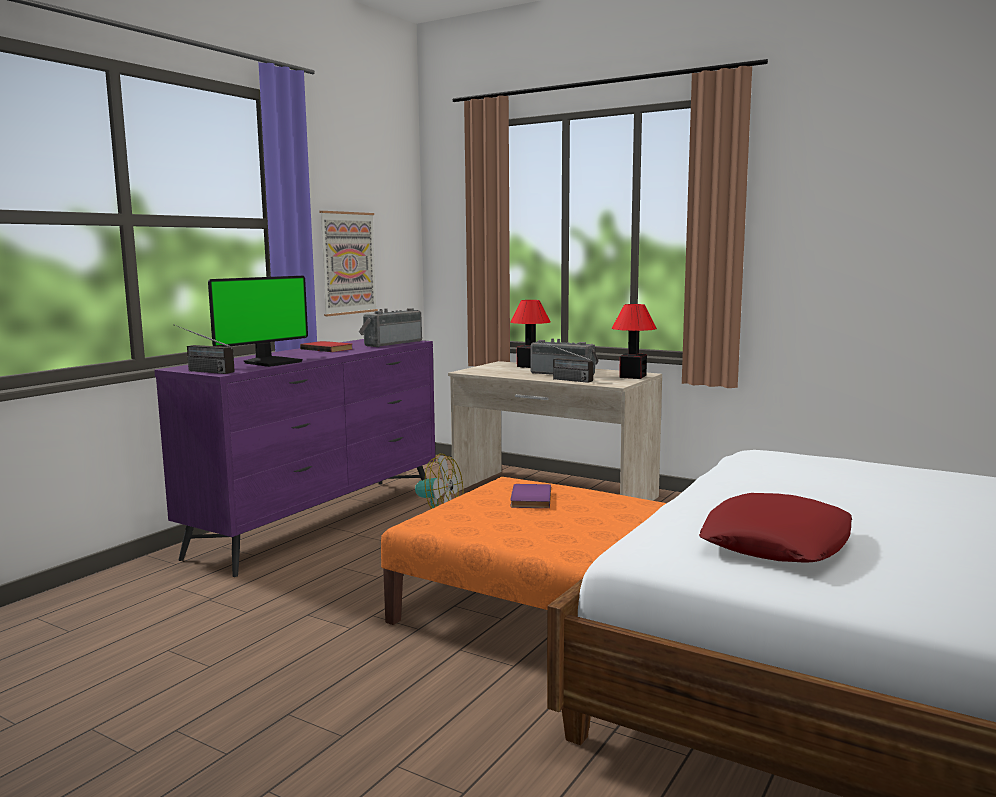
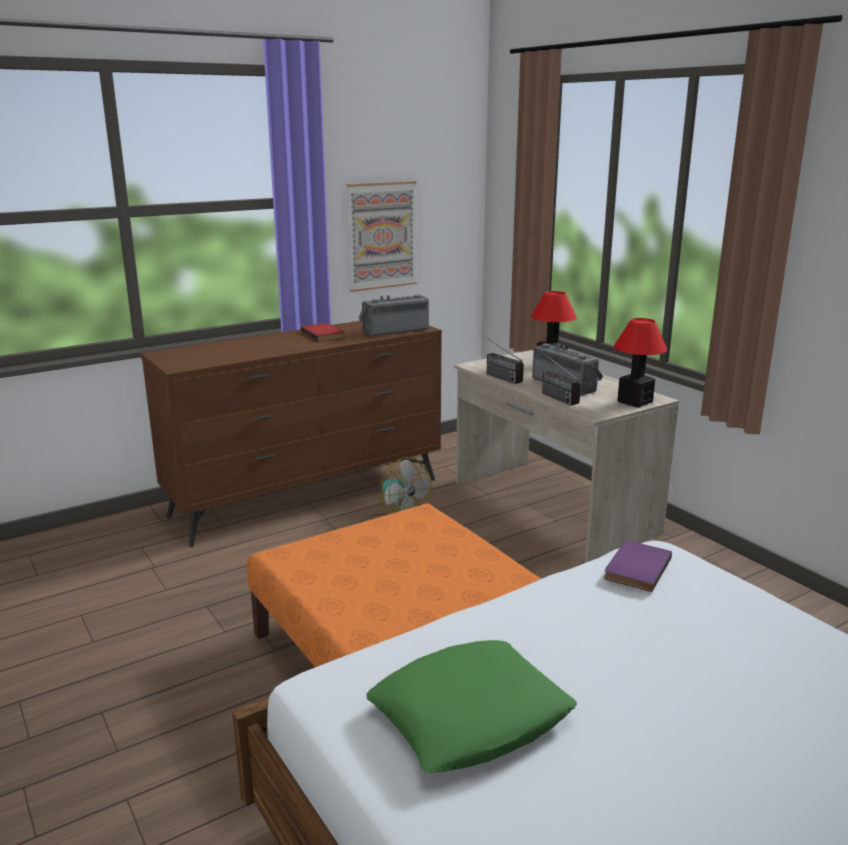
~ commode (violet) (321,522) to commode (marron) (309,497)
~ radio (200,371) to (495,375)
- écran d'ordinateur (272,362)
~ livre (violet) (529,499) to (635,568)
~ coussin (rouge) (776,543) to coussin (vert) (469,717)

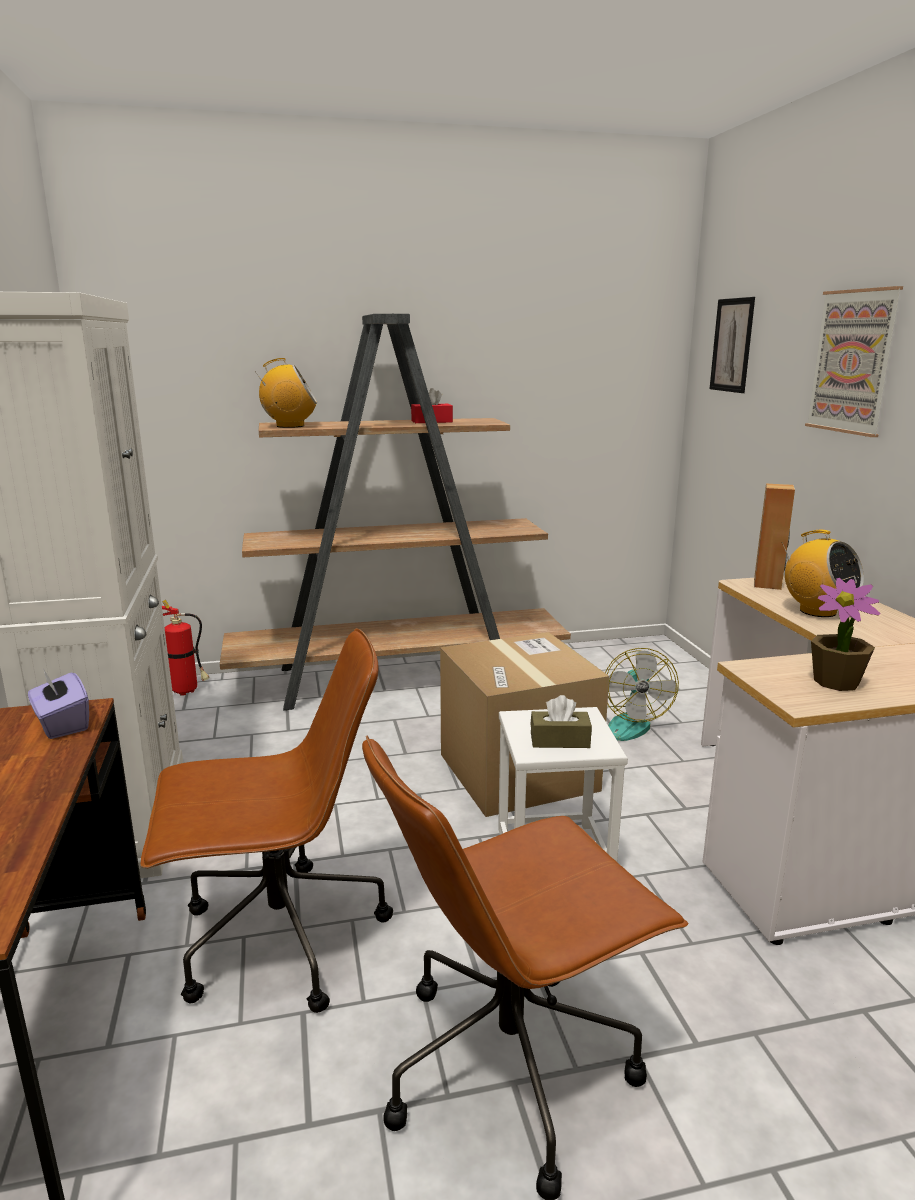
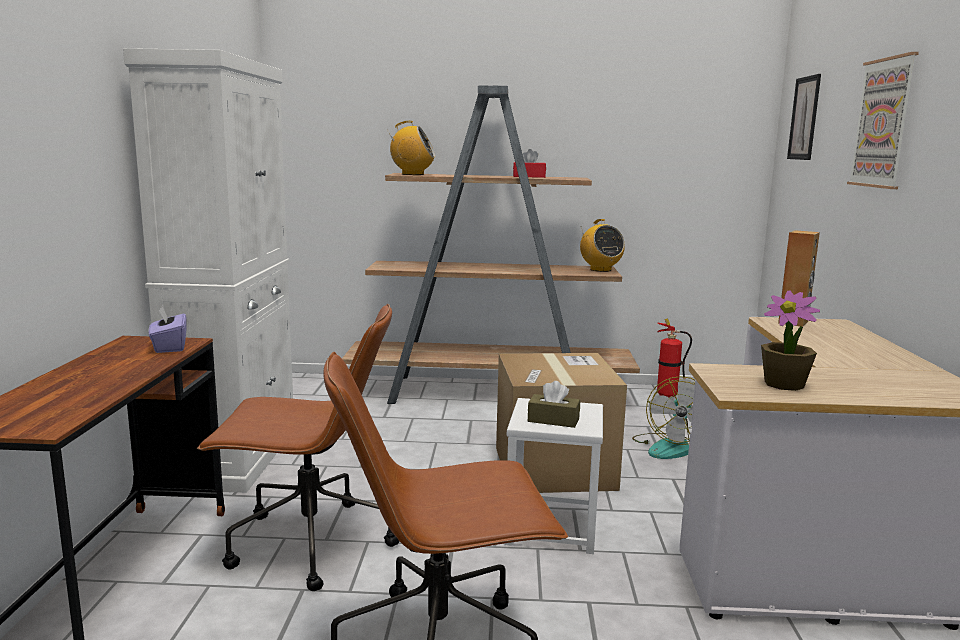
~ extincteur (188,692) to (669,396)
~ radio (817,611) to (600,269)

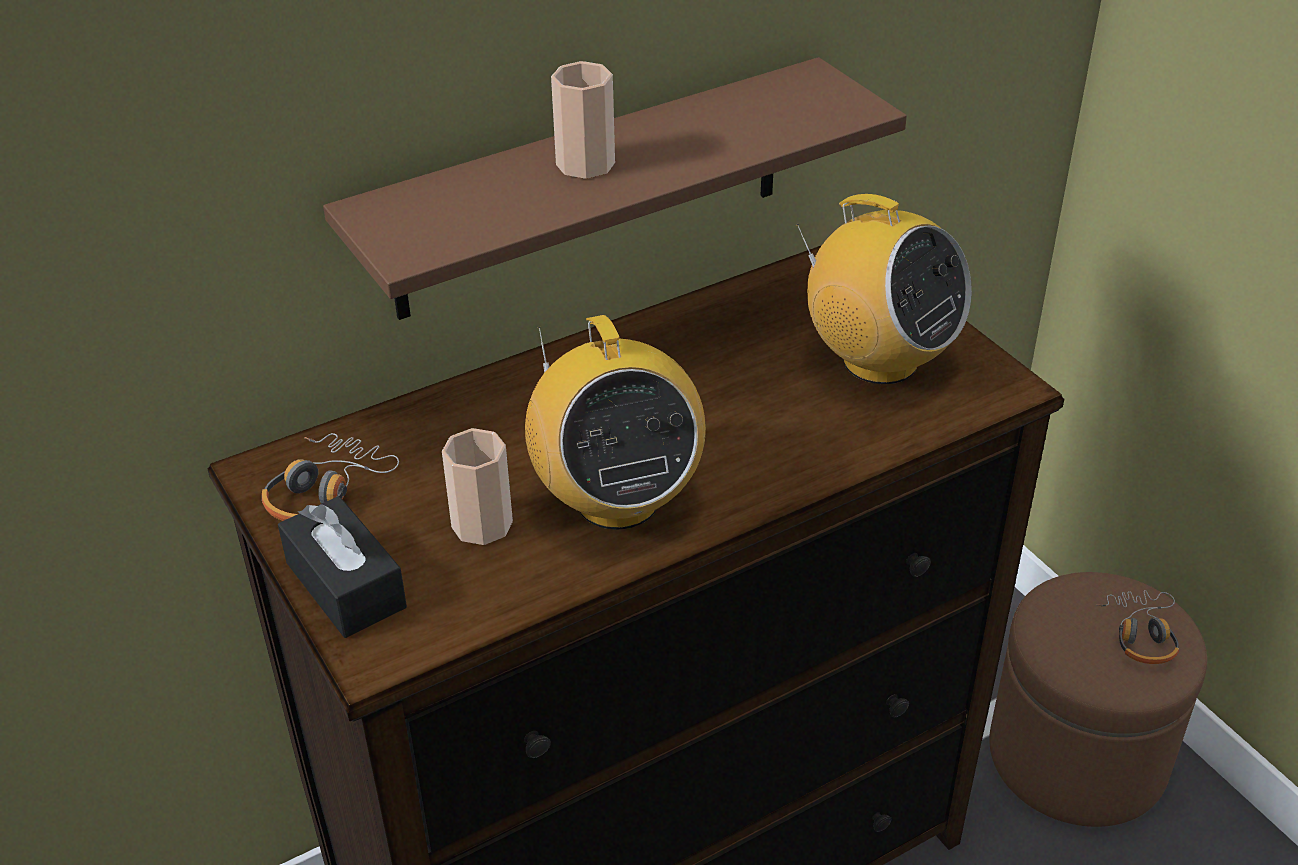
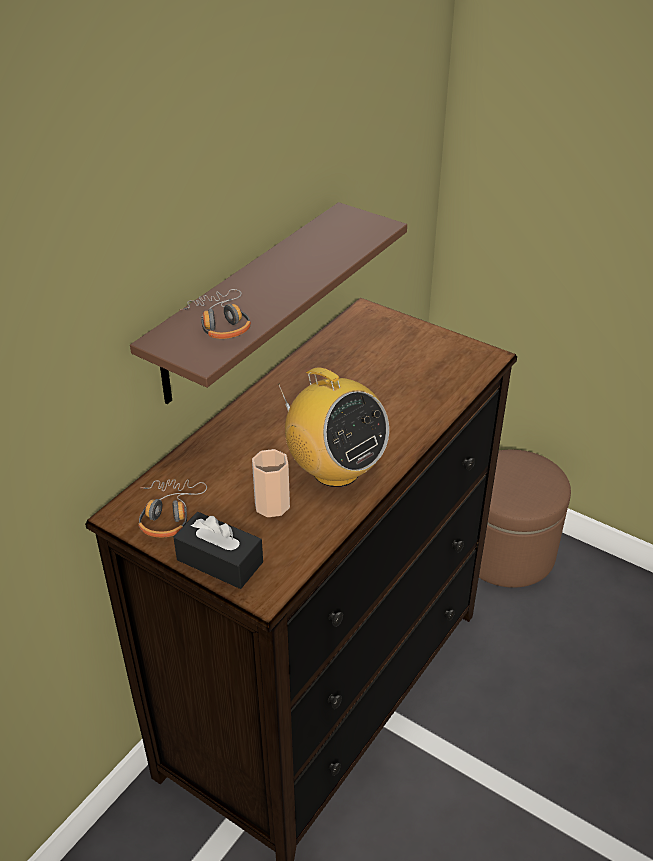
- tasse (585,164)
- radio (878,361)
~ casque audio (1141,634) to (220,322)

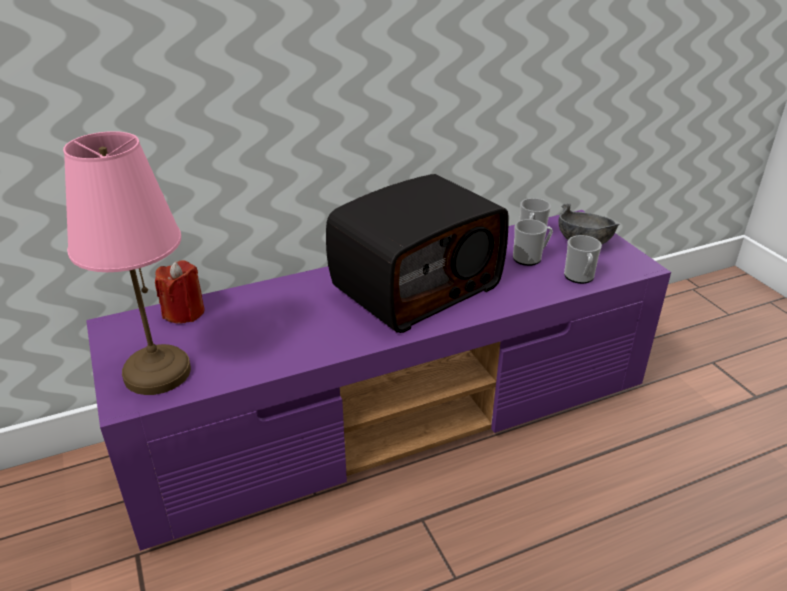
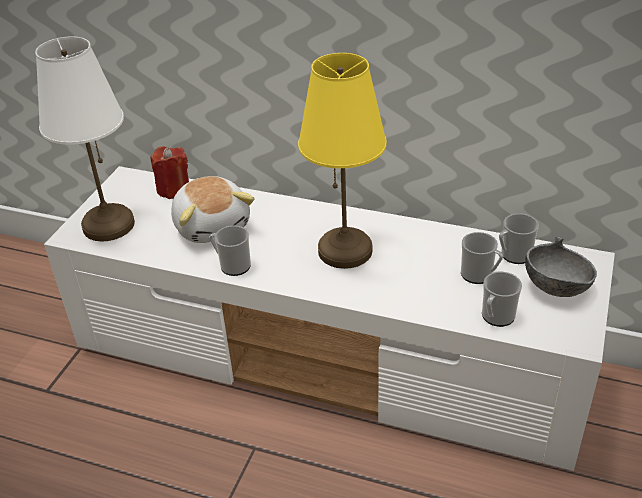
~ lampe de table (rose) (157,374) to lampe de table (blanc) (108,226)
~ meuble télé (violet) (395,414) to meuble télé (blanc) (330,359)
~ radio (415,286) to lampe de table (jaune) (346,250)
+ peluche (212,225)
+ mug (232,265)

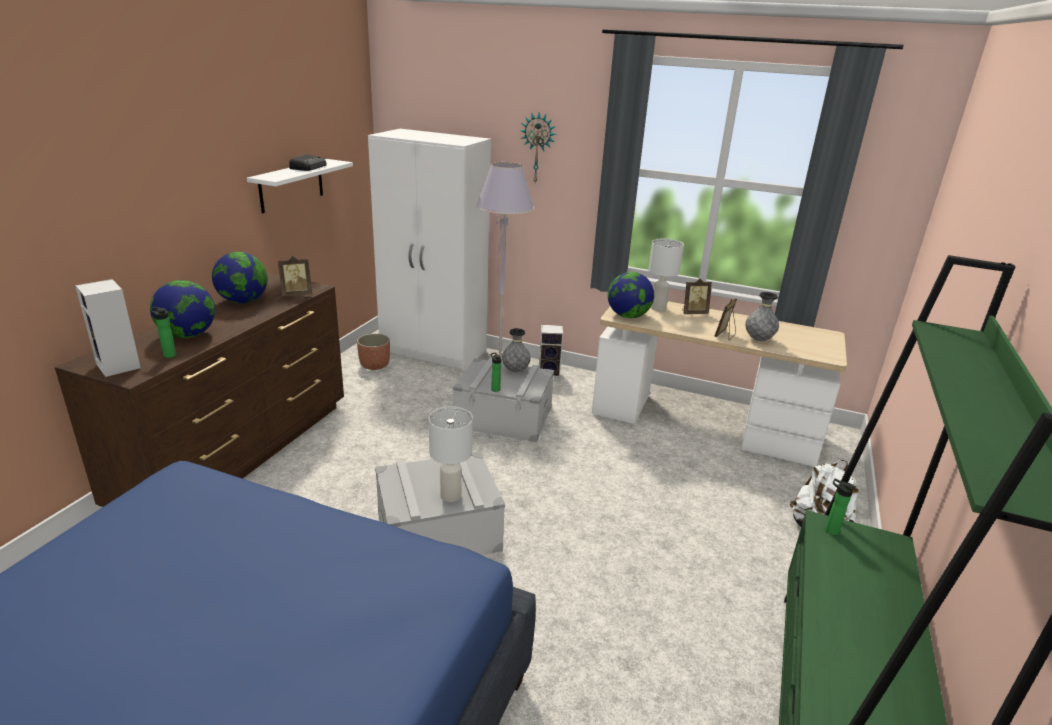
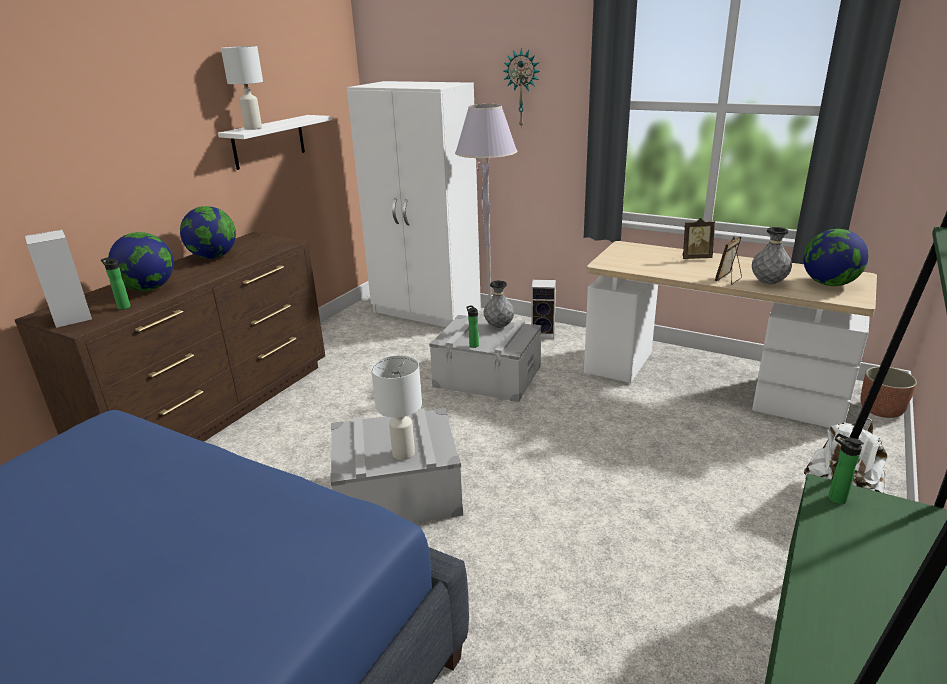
- cadre photo (297,294)
- radio (308,167)
~ cache-pot (374,365) to (881,409)
~ globe (628,316) to (829,284)
~ lampe de table (blanc) (658,308) to (254,128)

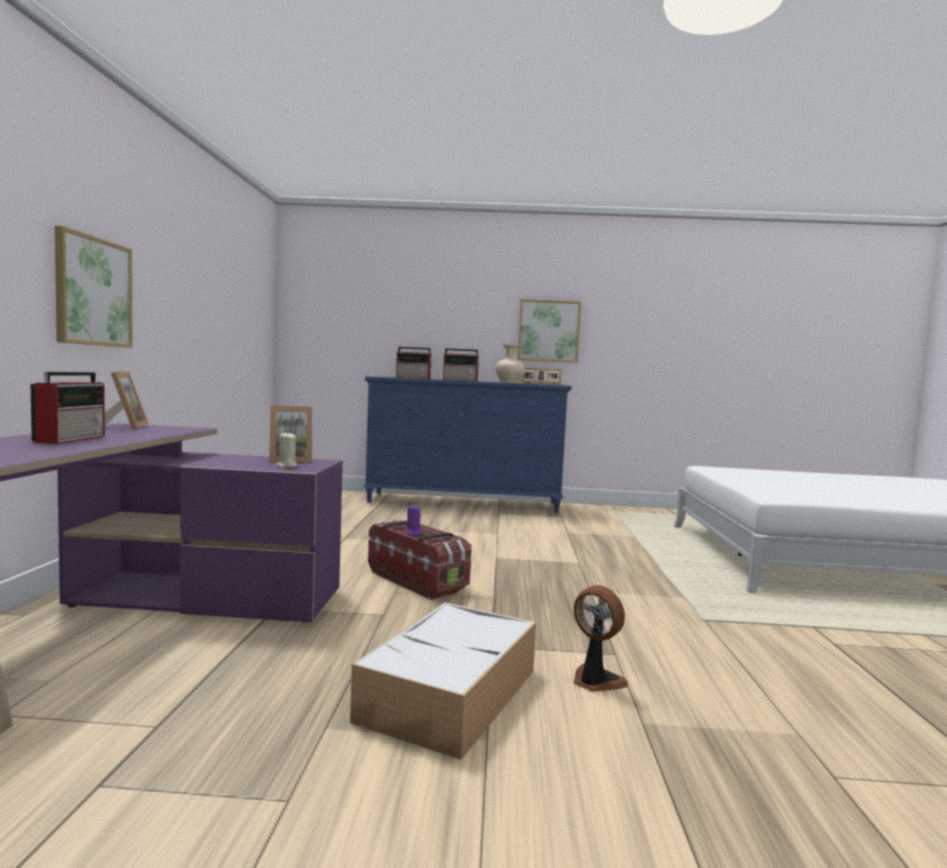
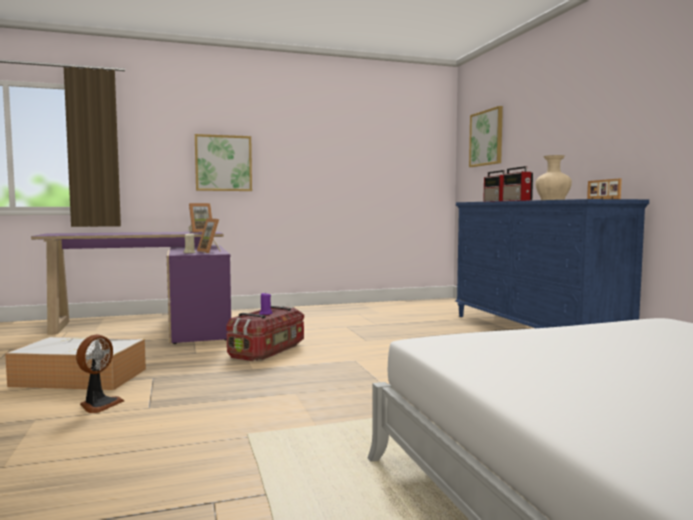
- radio (72,439)
~ tableau (548,331) to (486,138)

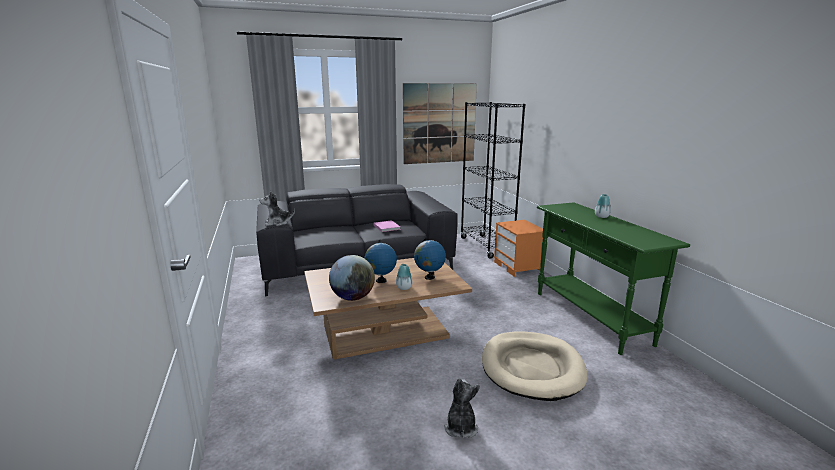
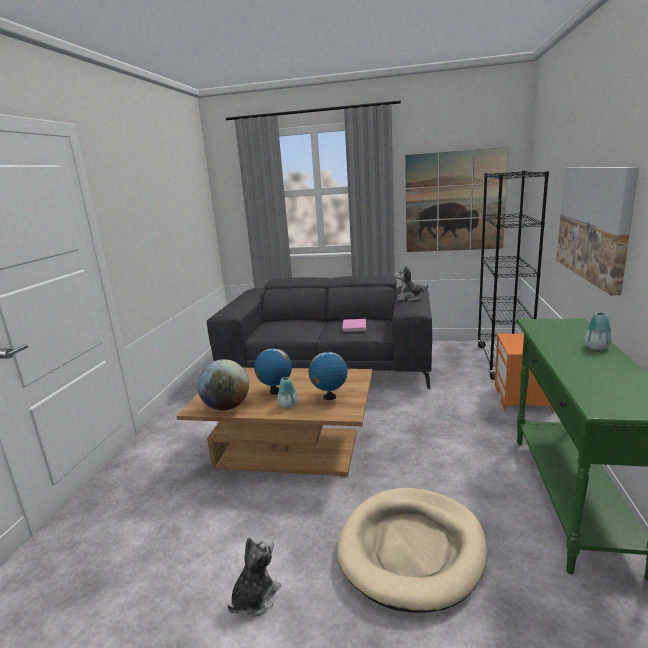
~ peluche (277,223) to (409,298)
+ tableau (594,223)

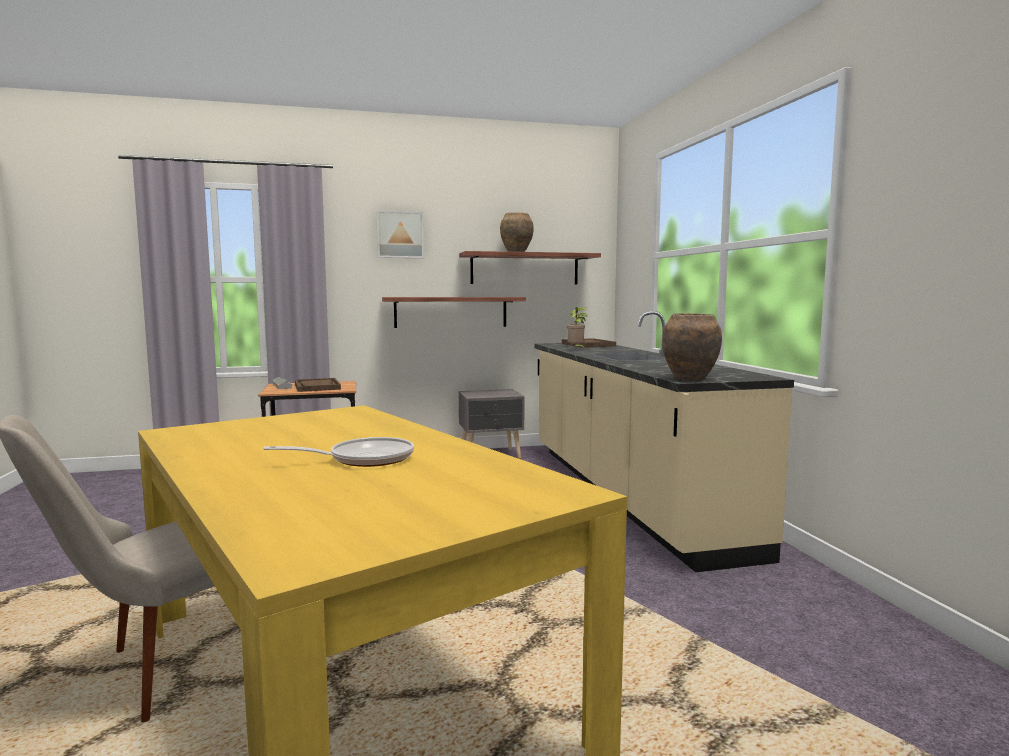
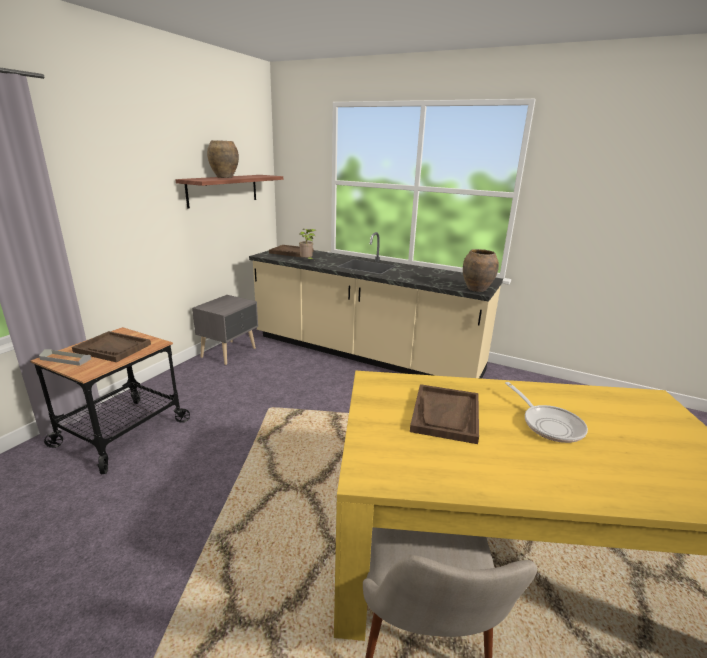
~ poêle (364,459) = (549,424) 135 degrees clockwise
- tableau (400,235)
- étagère (451,312)
+ plateau (marron) (445,415)

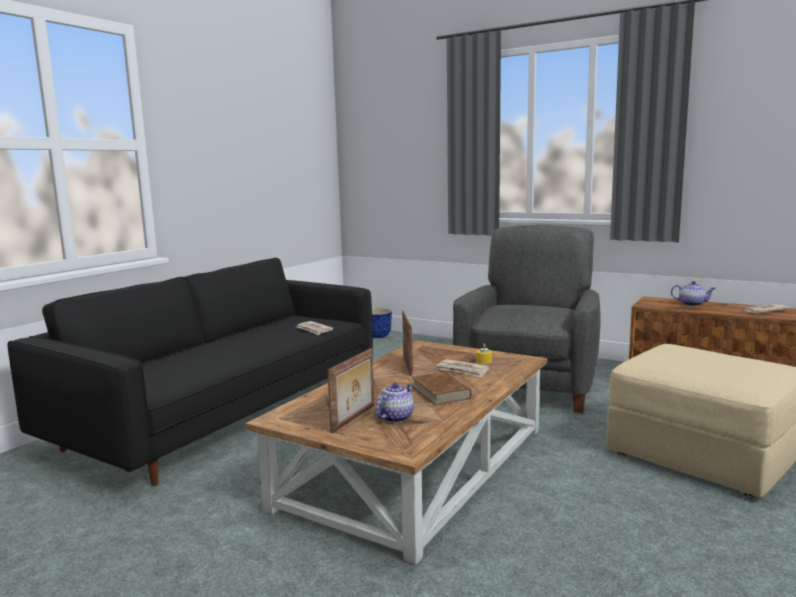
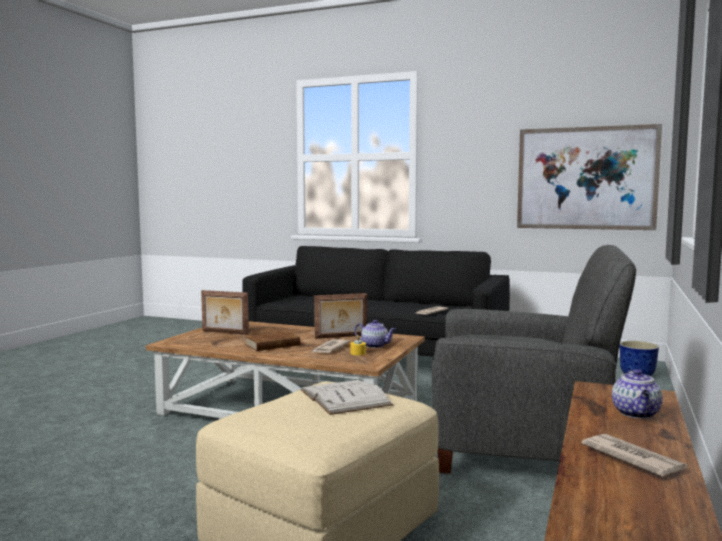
~ théière (395,417) to (375,346)
+ livre (blanc) (344,397)
+ tableau (586,178)

